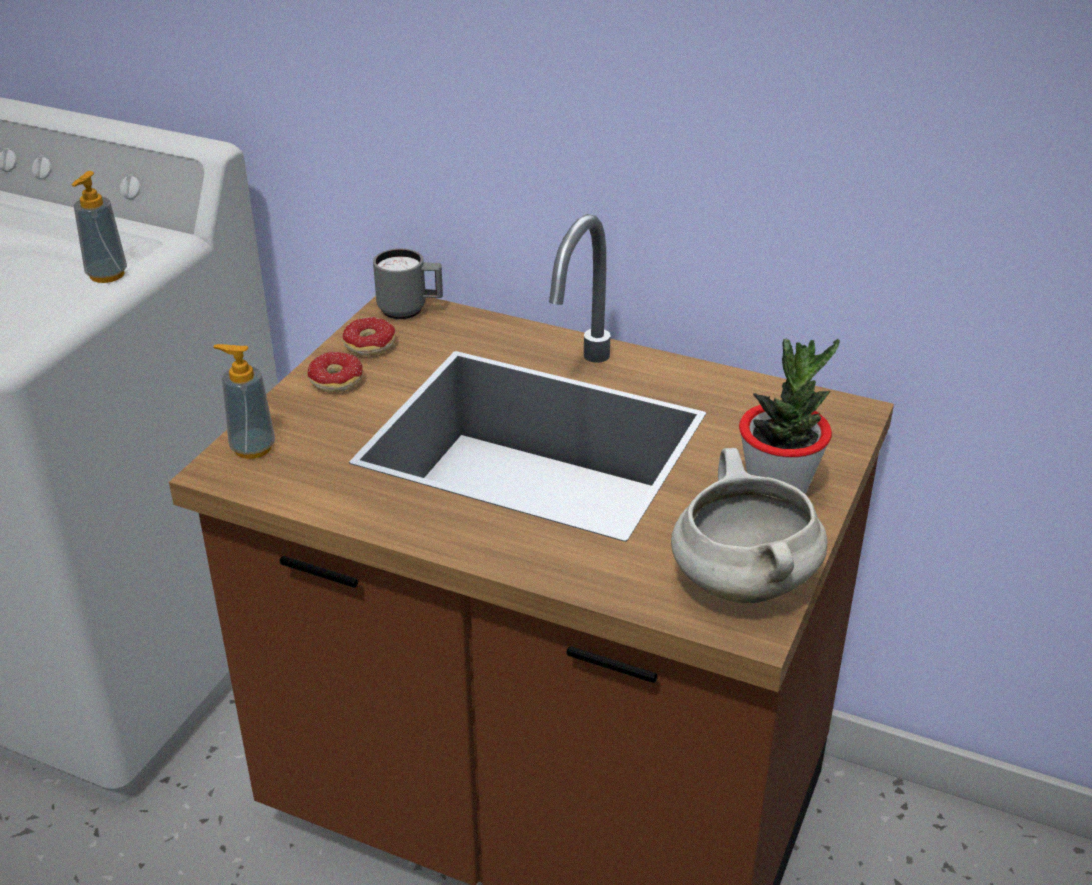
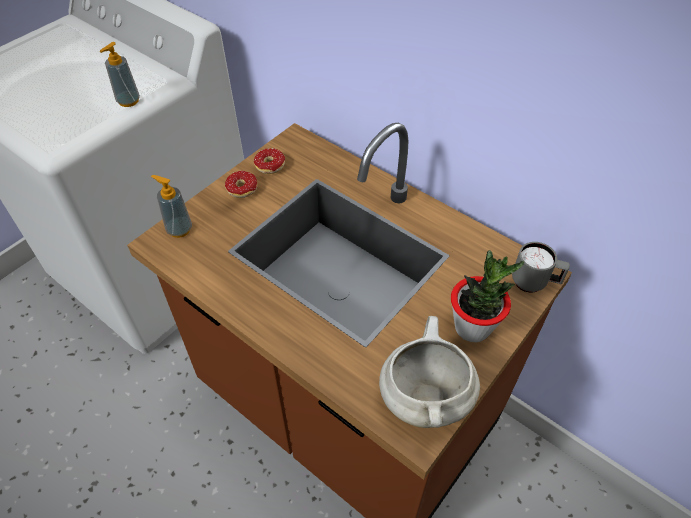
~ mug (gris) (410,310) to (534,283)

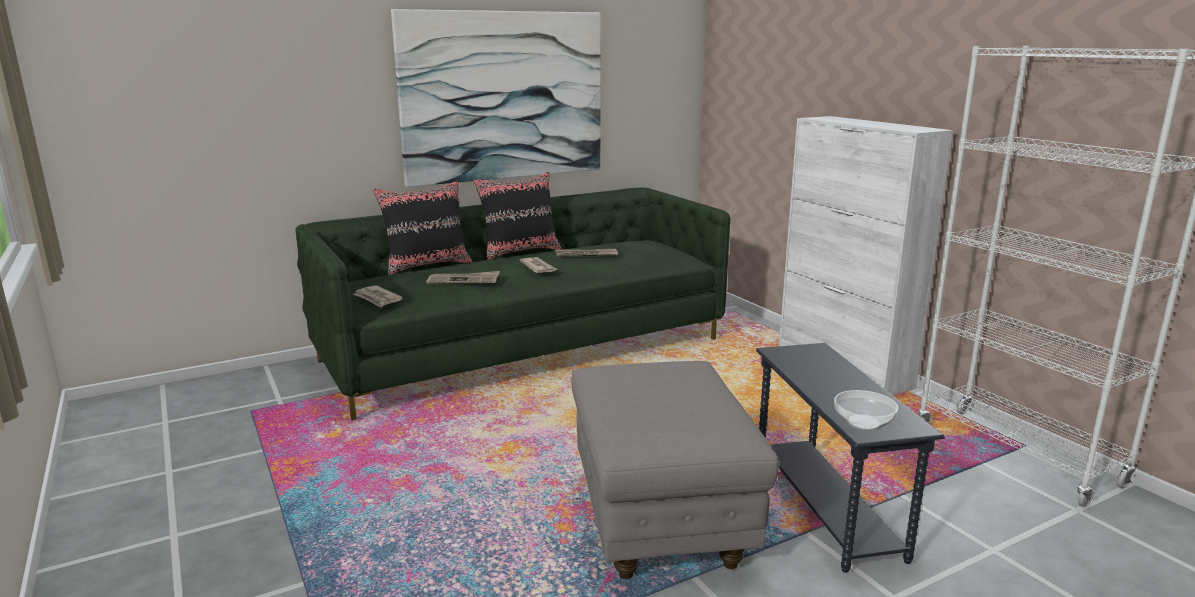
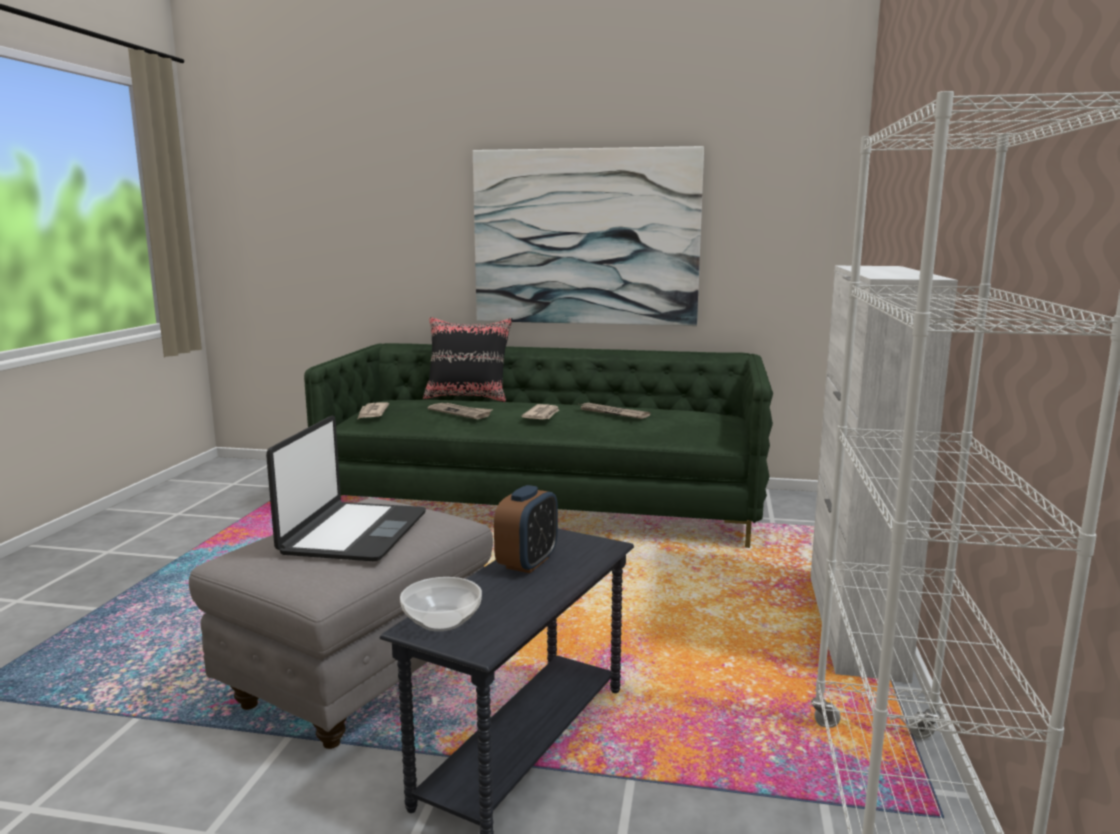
- coussin (noir) (520,251)
+ ordinateur portable (353,533)
+ réveil (527,563)

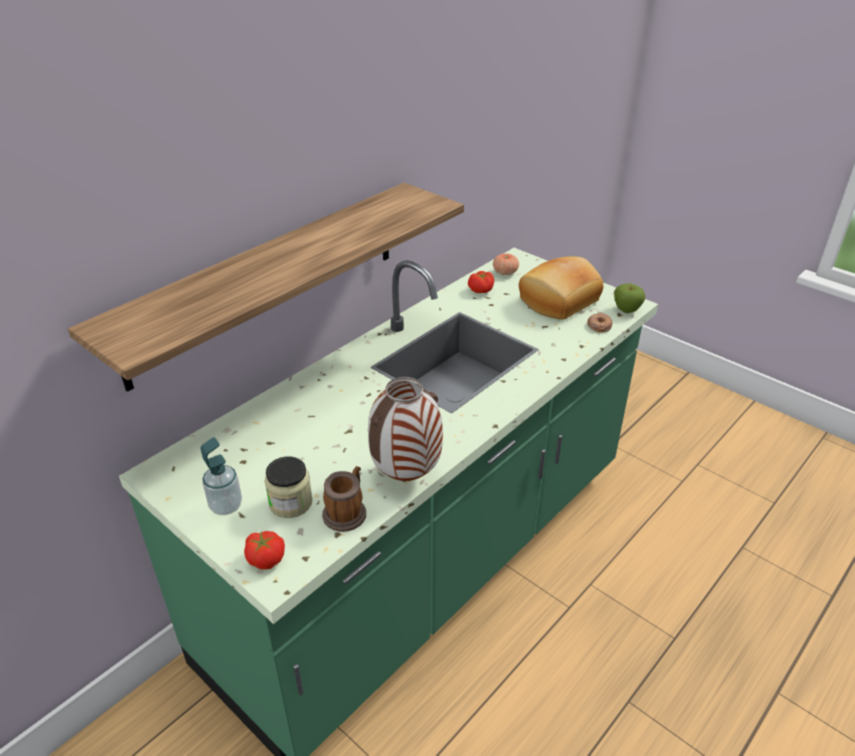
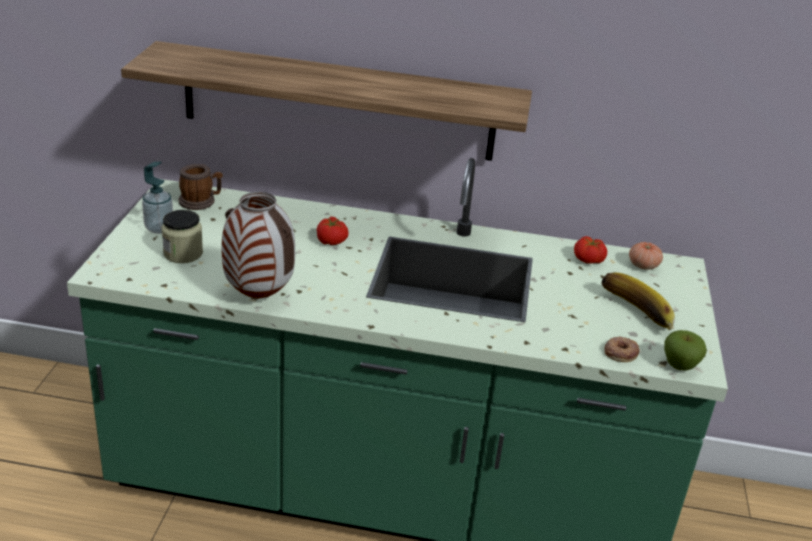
~ tomate (266,558) to (332,241)
~ mug (347,511) to (201,201)
~ pain (560,301) to banane (634,315)

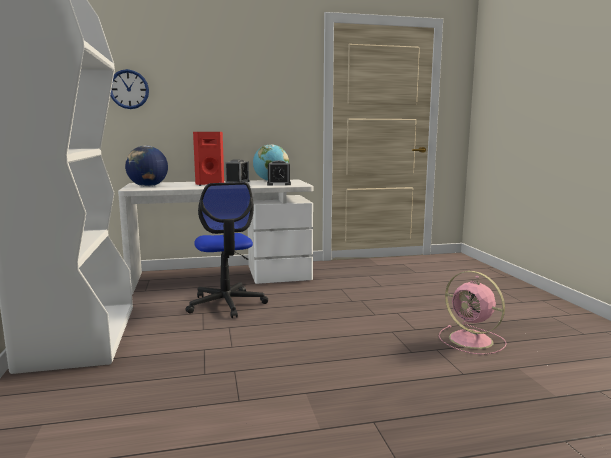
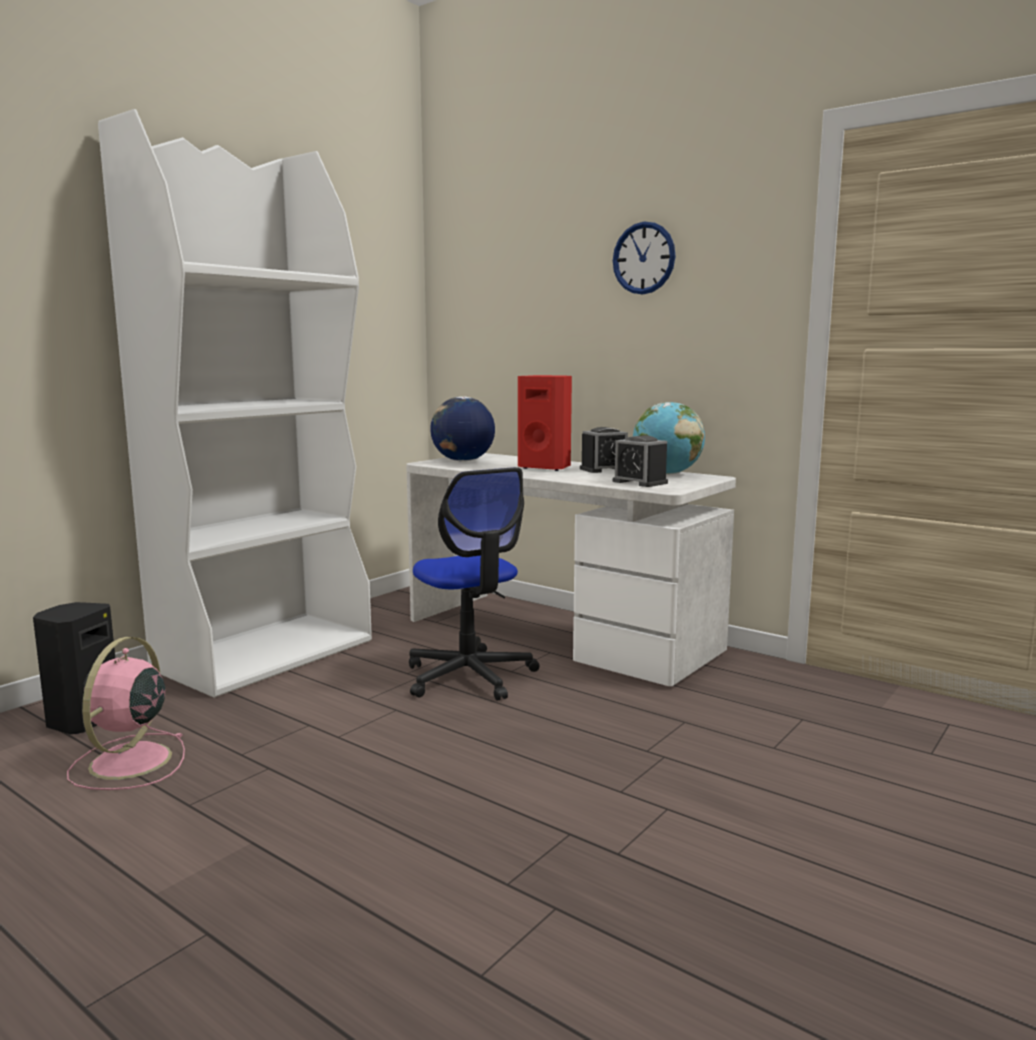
~ horloge murale (129,89) to (644,258)
~ chaise de bureau (226,304) = (469,676) 60 degrees counterclockwise
~ ventilateur (rose) (472,340) to (128,763)
+ enceinte (noir) (82,721)

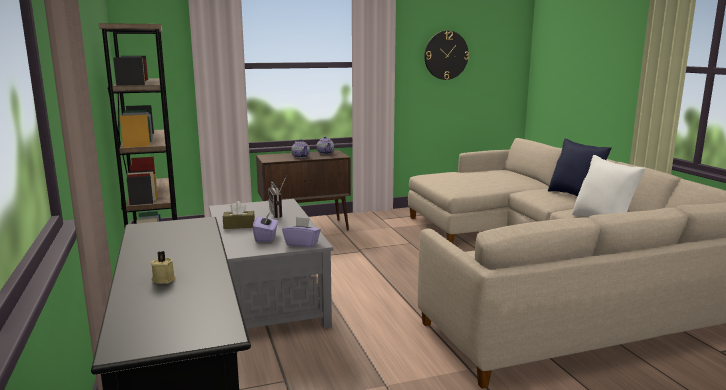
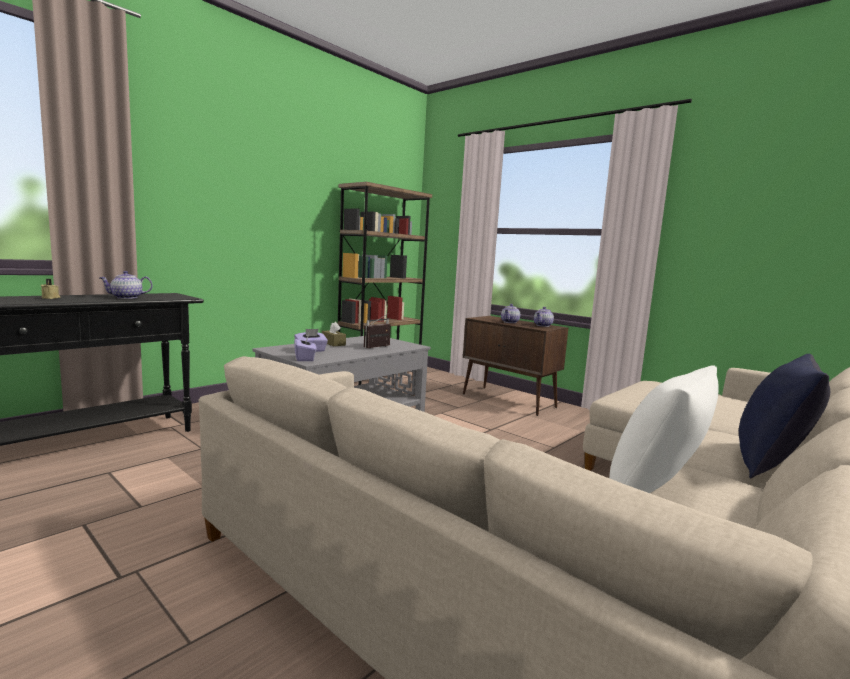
- horloge murale (446,55)
+ théière (126,297)

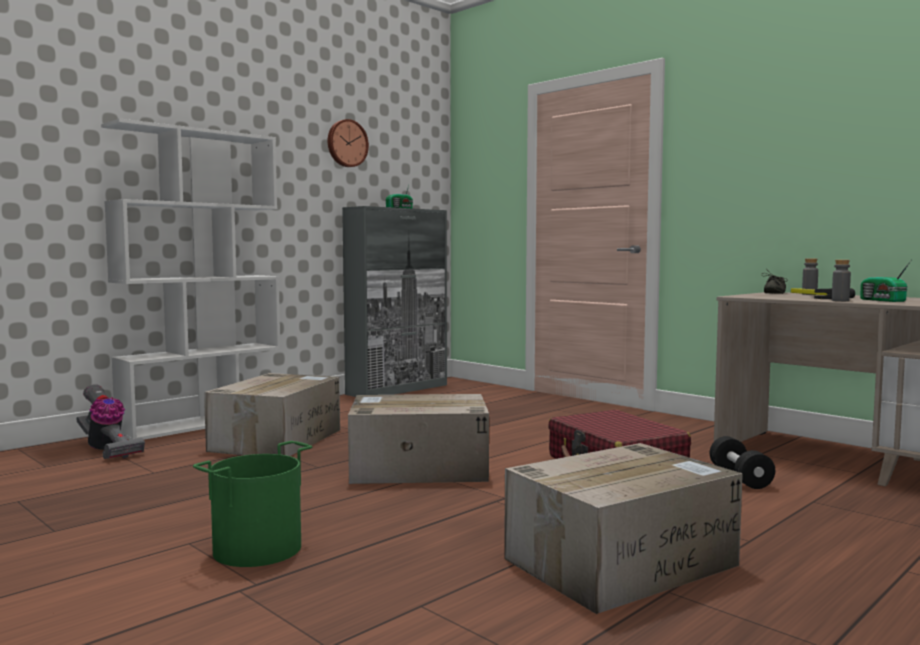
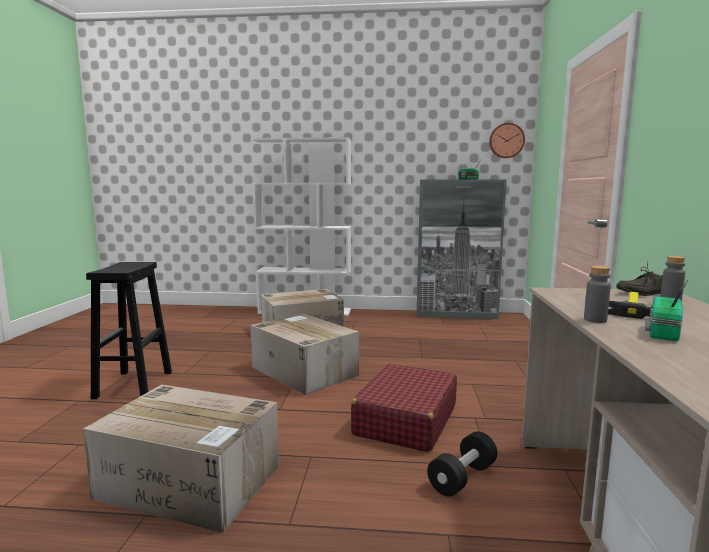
- aspirateur (107,450)
~ seau (vert) (258,549) to tabouret (noir) (133,385)
~ horloge murale (346,143) to (506,140)

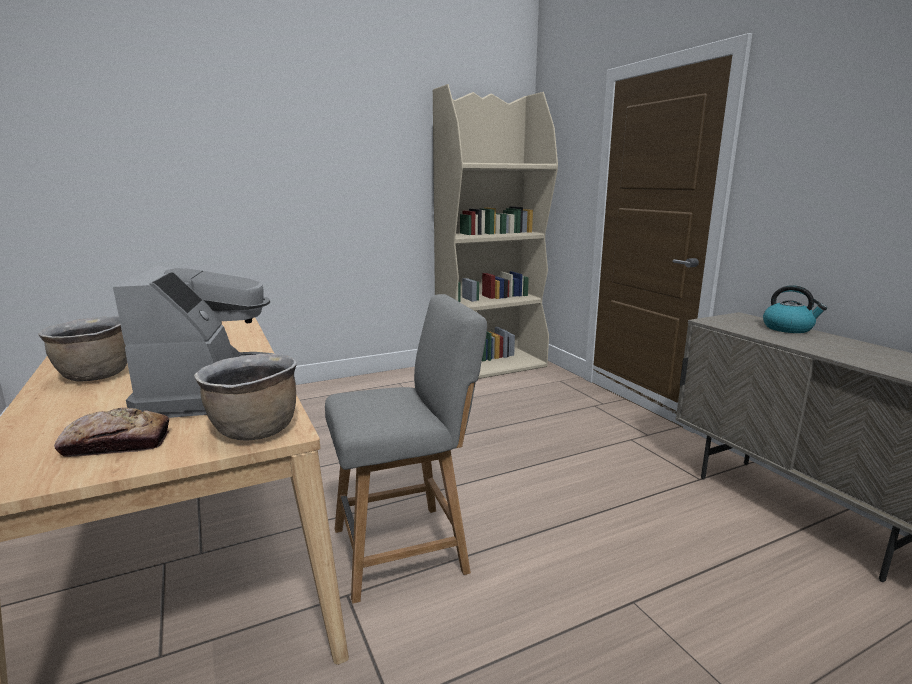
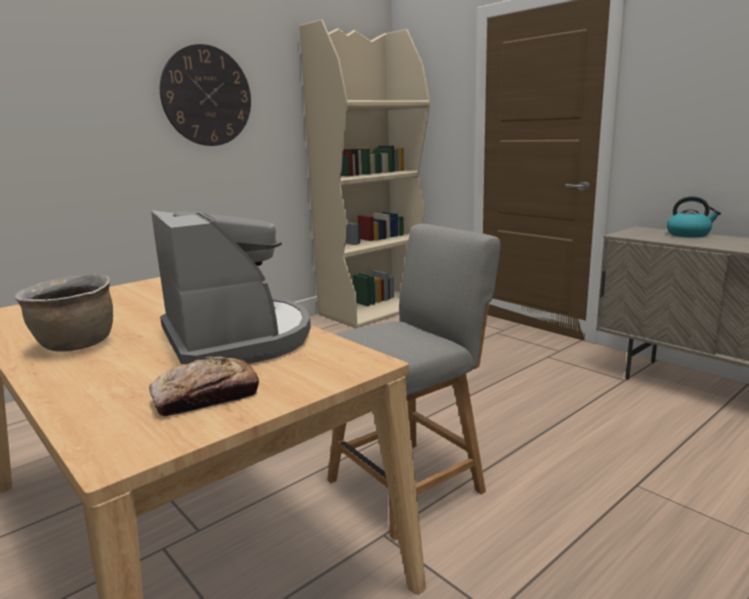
- marmite (marron) (254,431)
+ horloge murale (207,96)

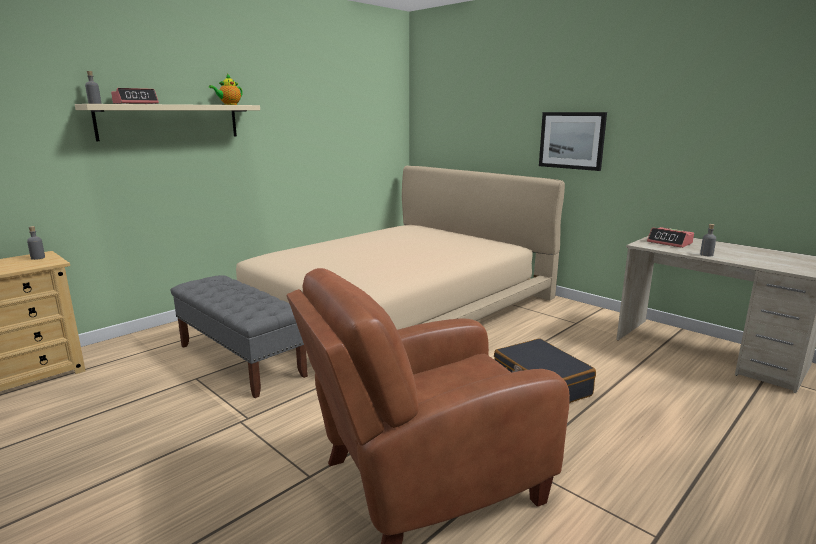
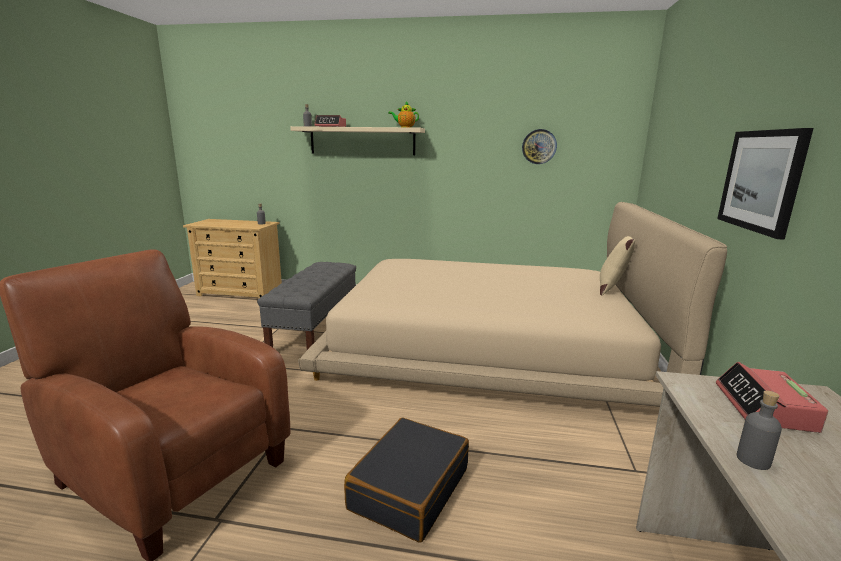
+ horloge murale (539,146)
+ coussin (beige) (612,288)

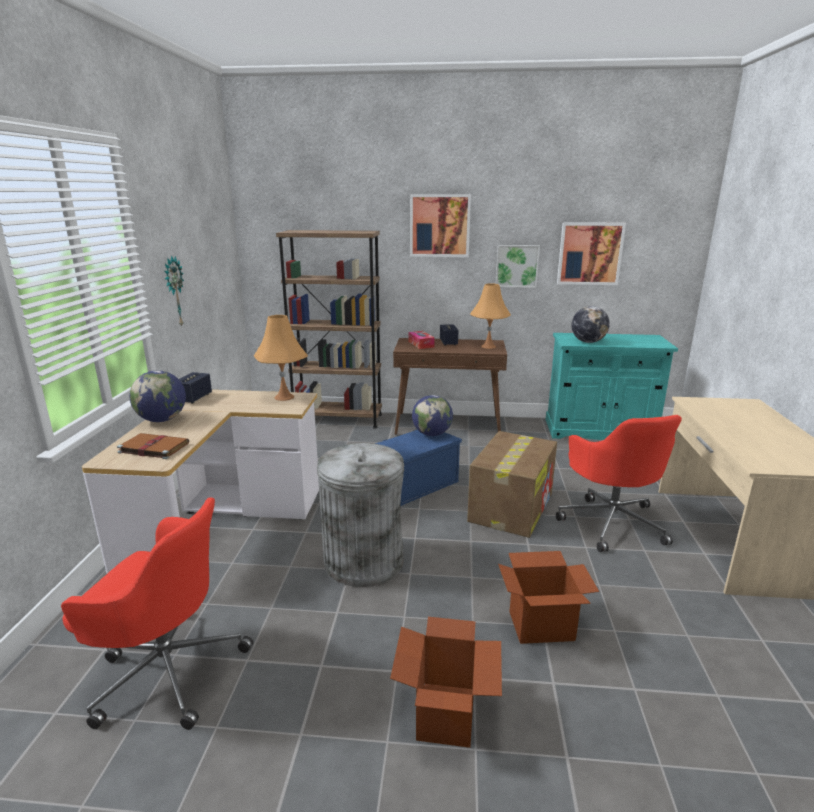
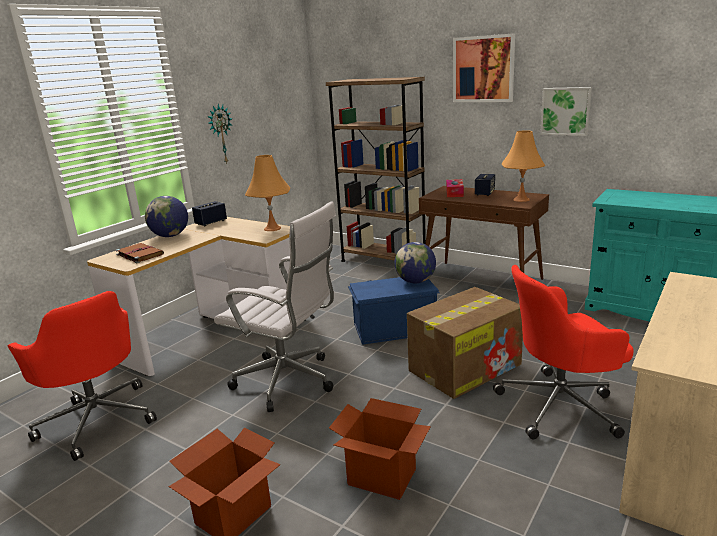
~ poubelle (gris) (364,561) to chaise de bureau (blanc) (289,382)
~ chaise de bureau (rouge) (611,522) = (560,405) 60 degrees clockwise
- tableau (590,253)
- globe (588,342)

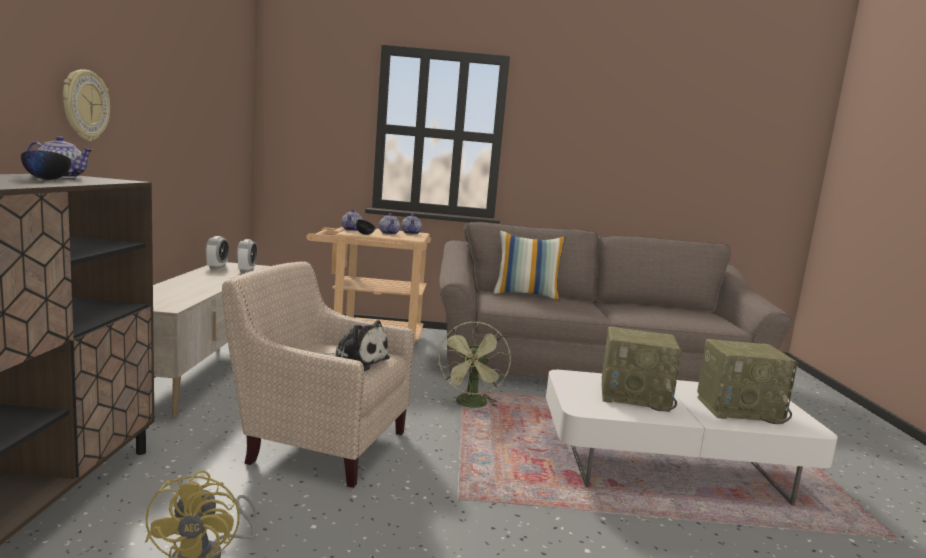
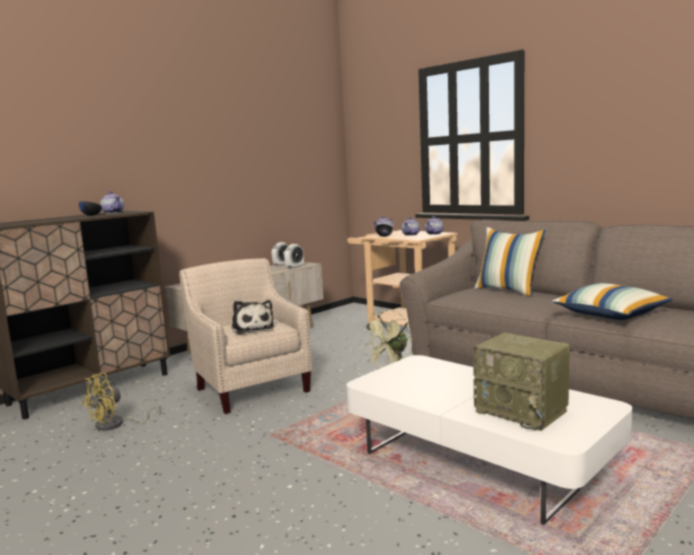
- horloge murale (84,105)
- radio (635,397)
+ coussin (610,315)

